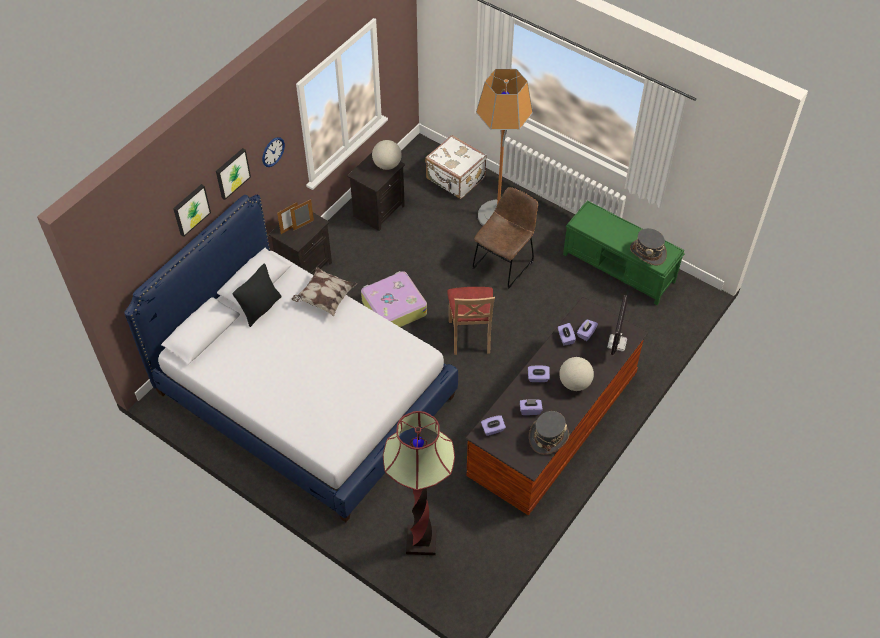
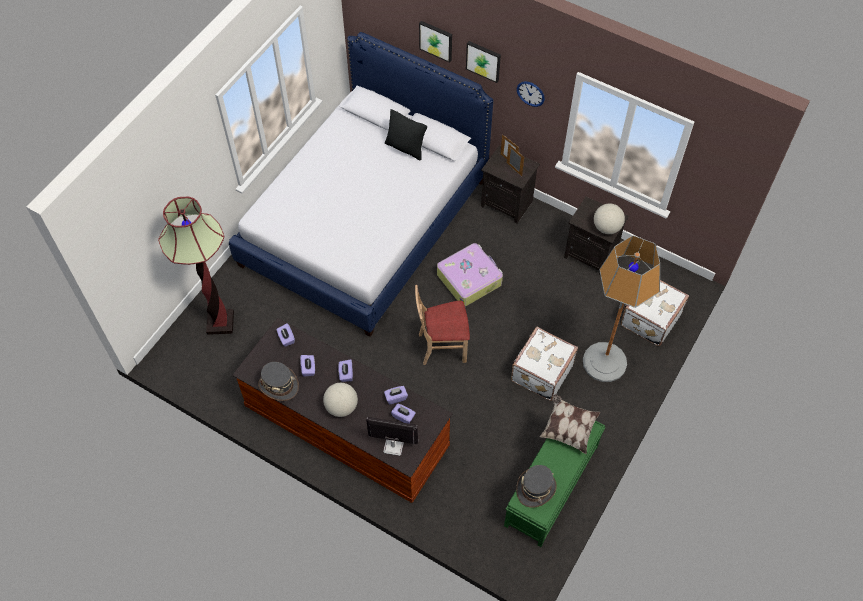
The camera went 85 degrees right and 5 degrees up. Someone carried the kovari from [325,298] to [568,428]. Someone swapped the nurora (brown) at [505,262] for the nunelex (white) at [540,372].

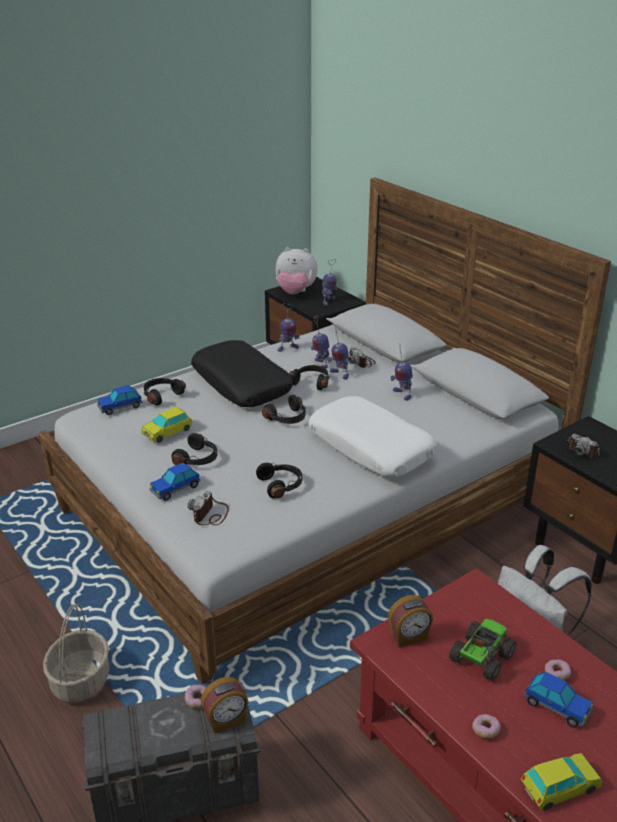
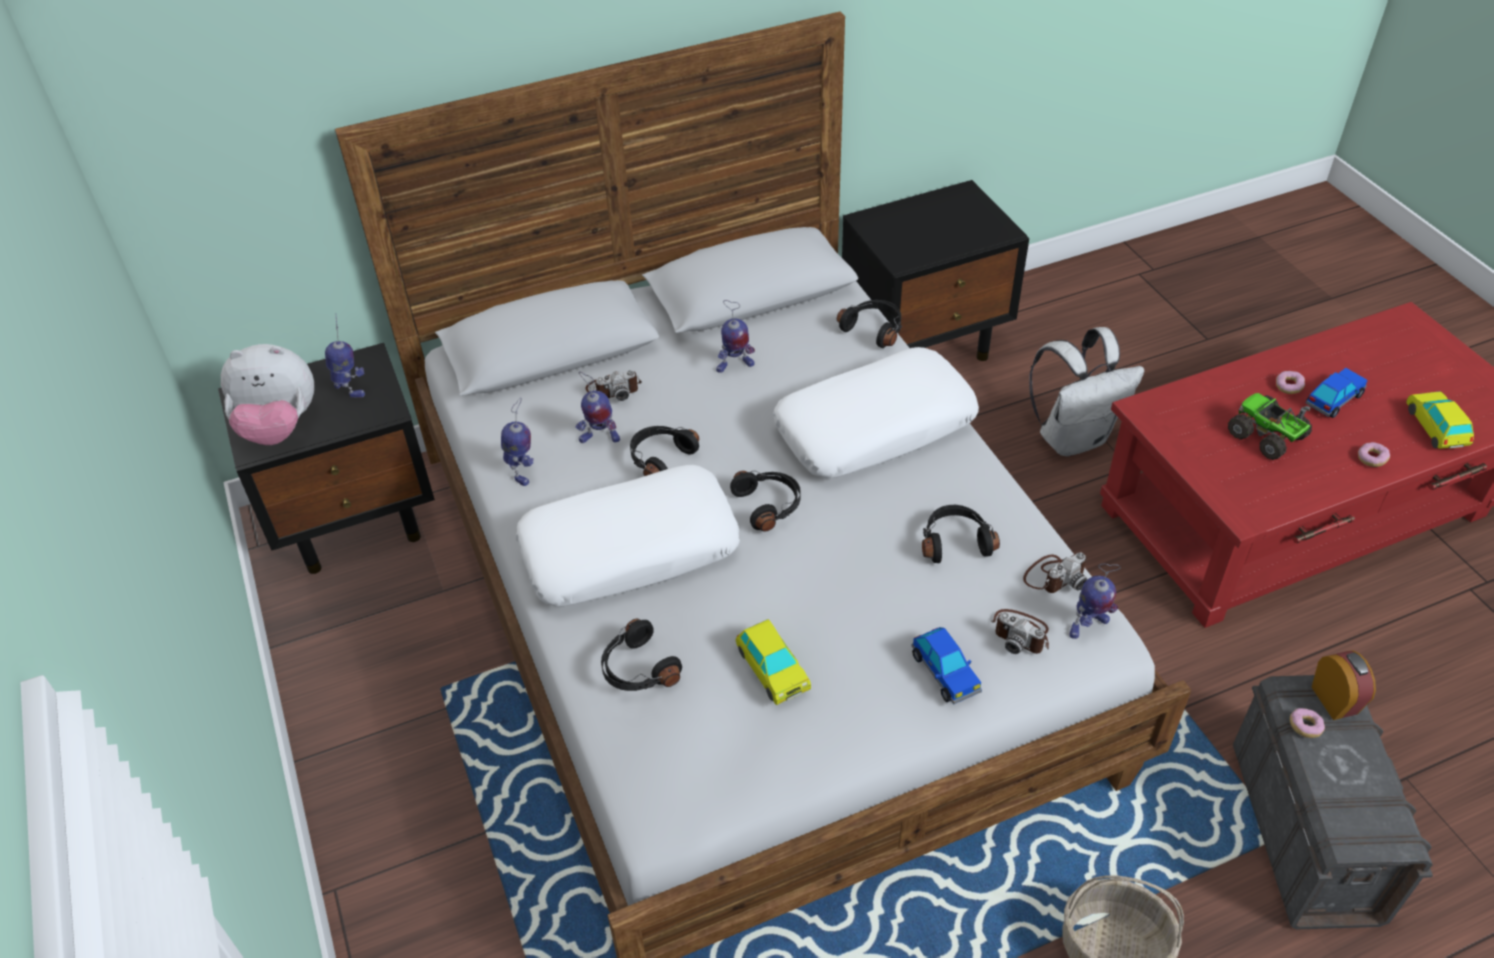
The camera went 75 degrees left and 15 degrees up. Someone took away the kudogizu at [120,407]. Someone took away the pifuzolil at [409,637]. Someone carried the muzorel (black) from [198,459] to [874,329]. Someone carried the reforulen from [339,374] to [1087,626]. Someone carried the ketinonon from [583,450] to [1054,576]. Someone repainted the kovari (black) at [242,384], which became the kovari (white) at [630,549]. Someone rotated the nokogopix at [295,292] by 60 degrees clockwise.

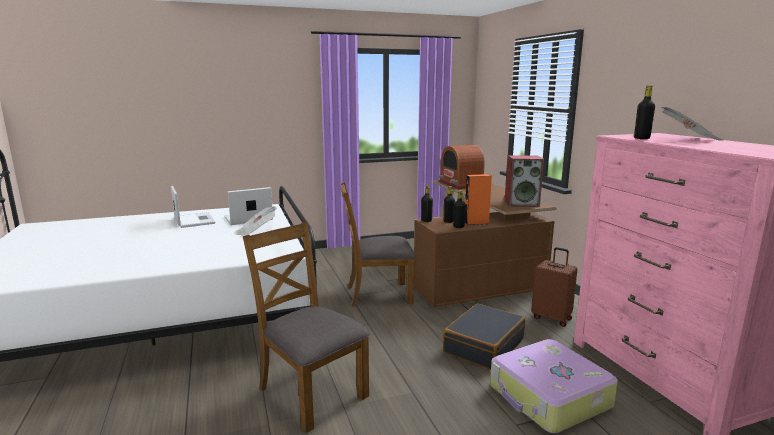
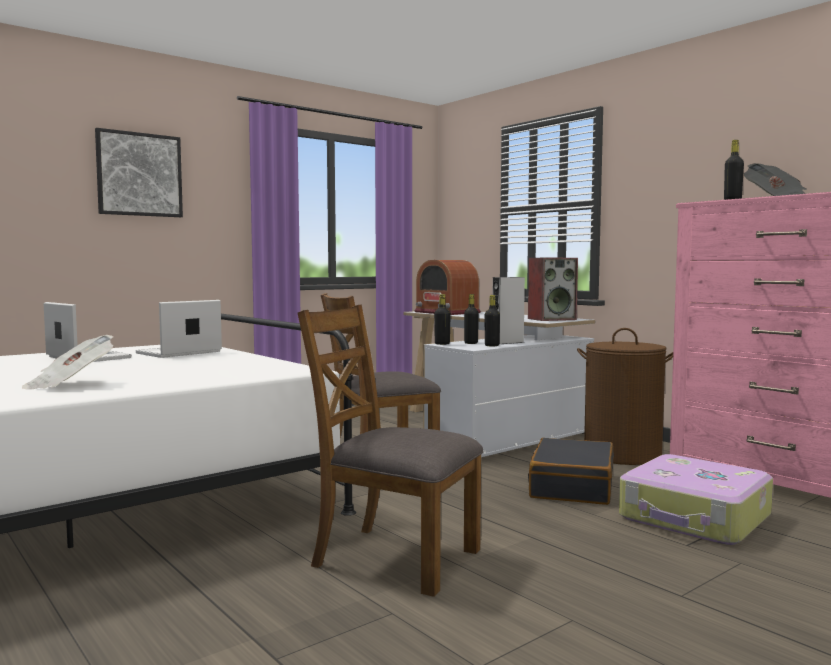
The camera went 20 degrees left and 10 degrees down. Someone put up the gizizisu at [139,174]. Someone carried the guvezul from [256,232] to [70,384]. Someone swapped the nunelex (brown) at [552,318] for the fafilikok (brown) at [622,454]. Someone repainted the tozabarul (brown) at [475,273], which became the tozabarul (white) at [489,427]. Someone repainted the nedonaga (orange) at [476,223], which became the nedonaga (grey) at [507,342].

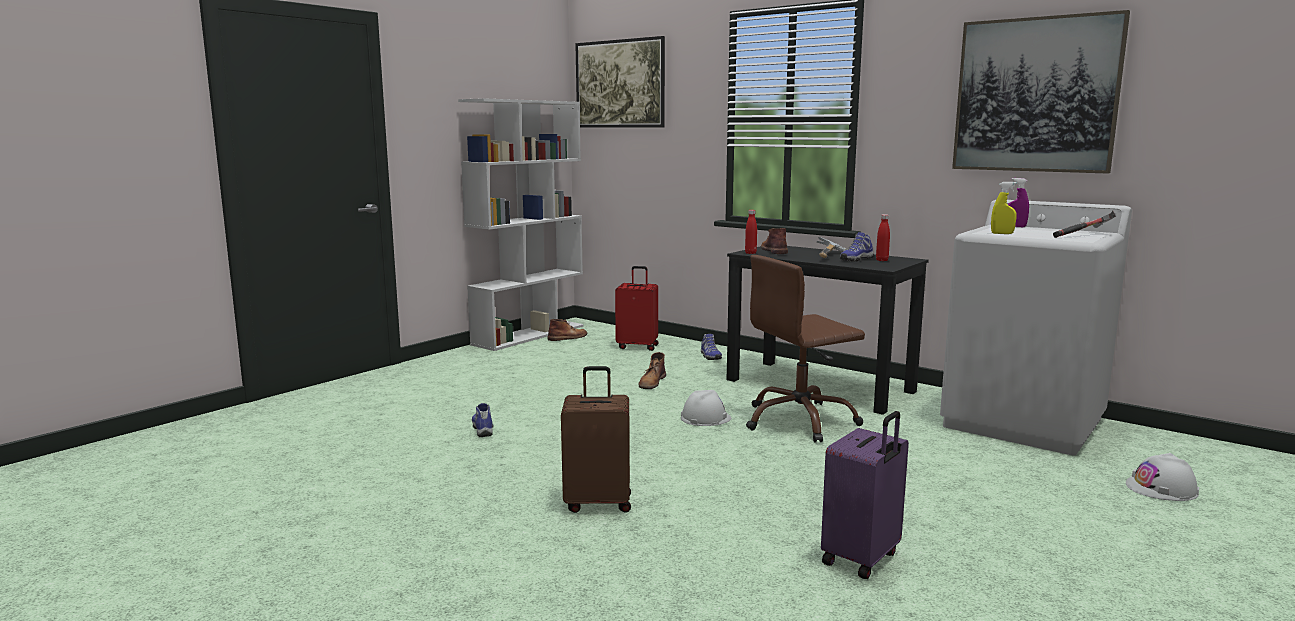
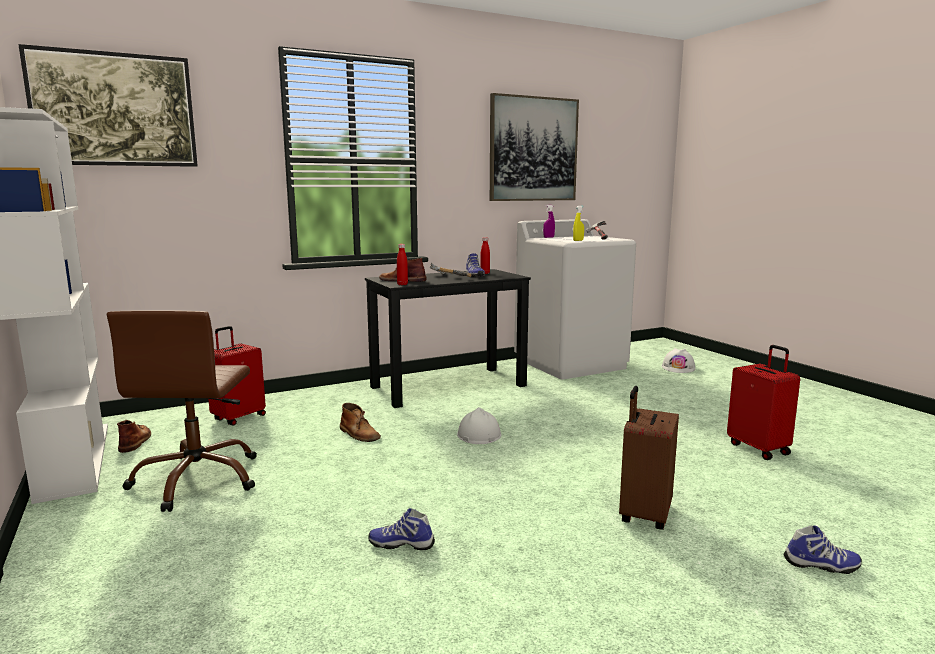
The camera went 65 degrees left and 0 degrees up. Someone carried the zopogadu from [709,356] to [821,566]. Someone carried the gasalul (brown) from [800,421] to [198,479]. Someone repainted the nunelex (purple) at [862,559], which became the nunelex (red) at [759,448].

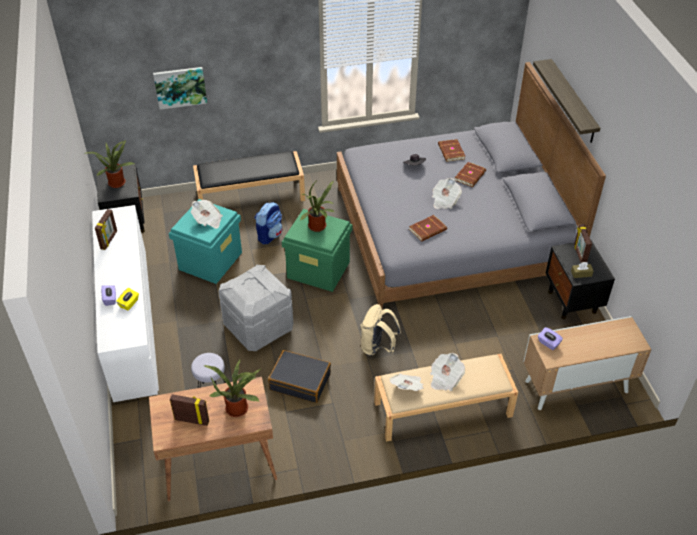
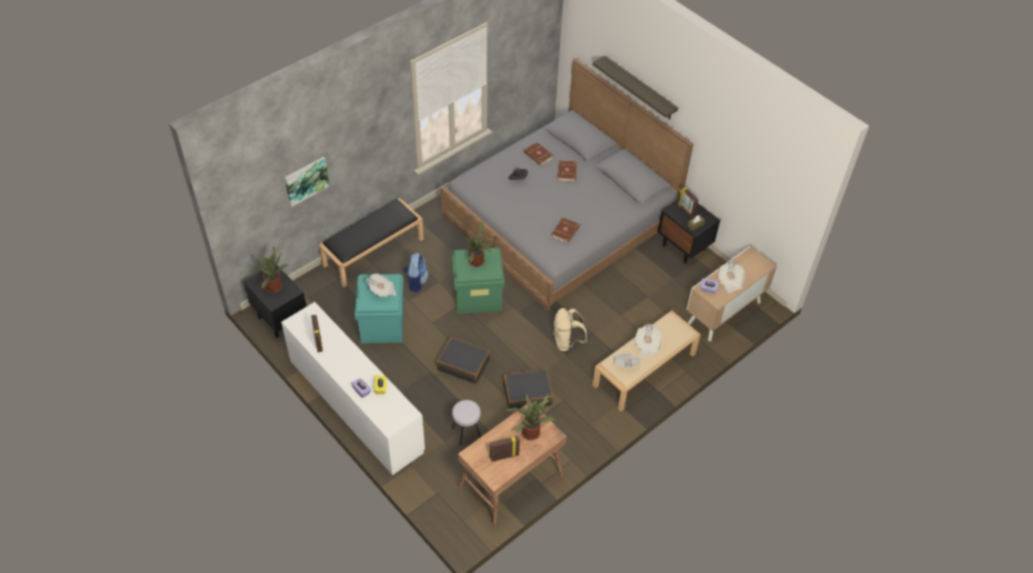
The camera went 30 degrees left and 5 degrees up. Someone carried the guvezul from [444,200] to [730,282]. Someone swapped the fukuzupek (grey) at [258,327] for the nunelex (black) at [463,364].

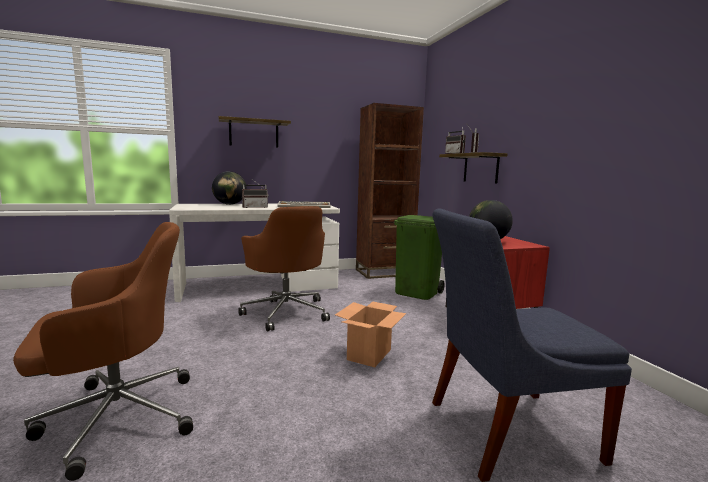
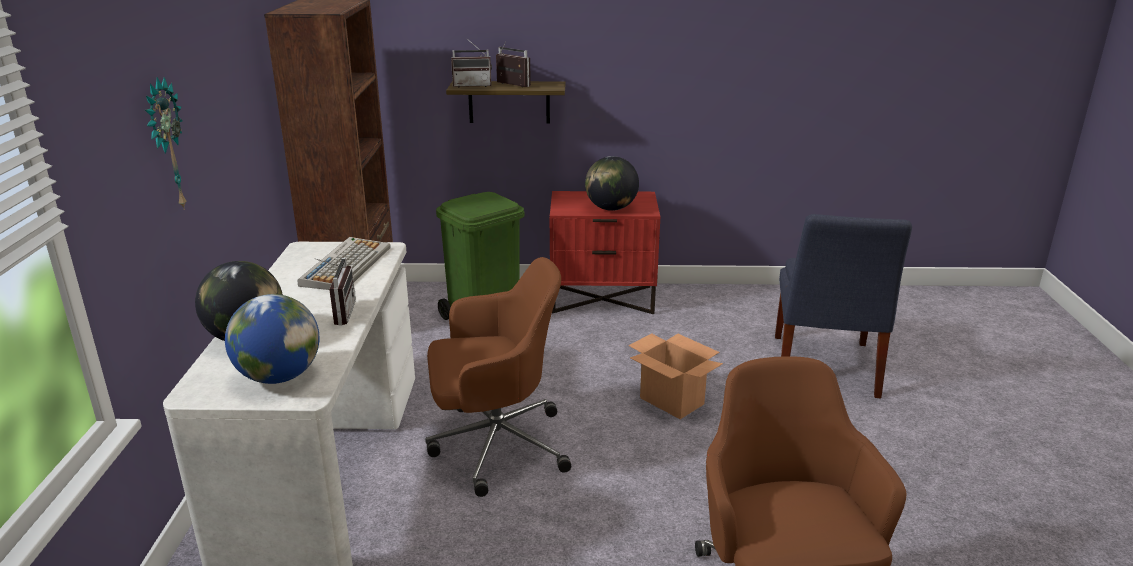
The camera went 70 degrees left and 15 degrees up. Someone put down the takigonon at [279,377]. Someone swapped the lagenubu at [254,133] for the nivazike at [165,145].

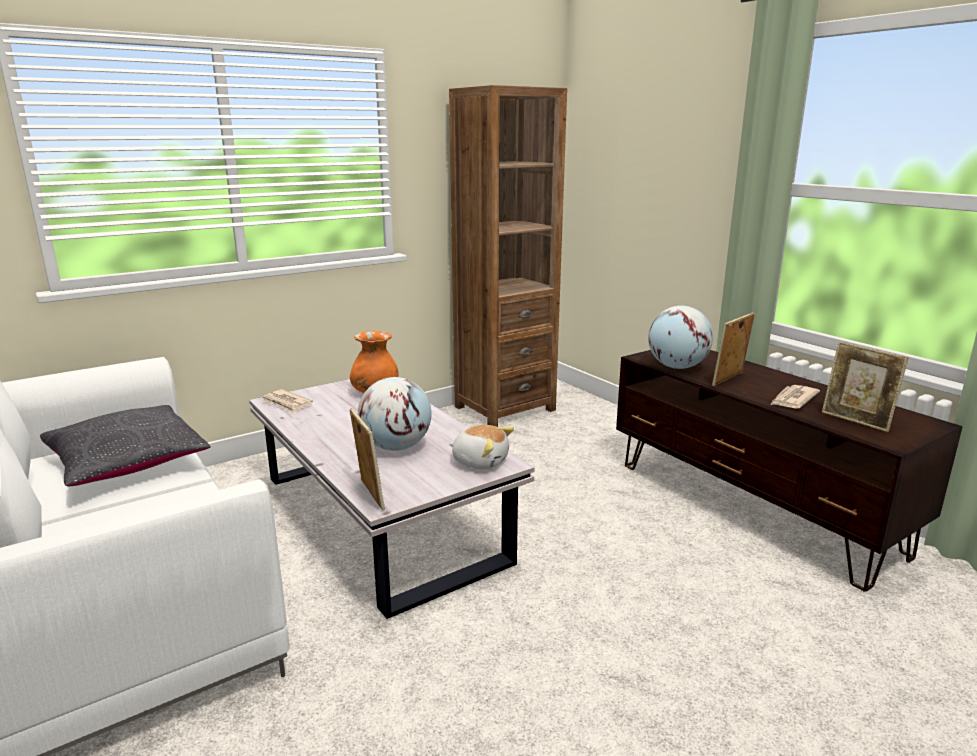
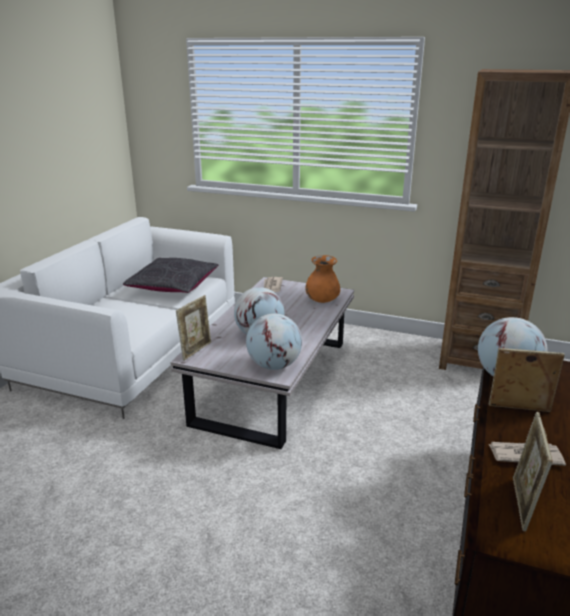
The camera went 55 degrees right and 5 degrees up. Someone swapped the nokogopix at [480,461] for the takigonon at [274,366].

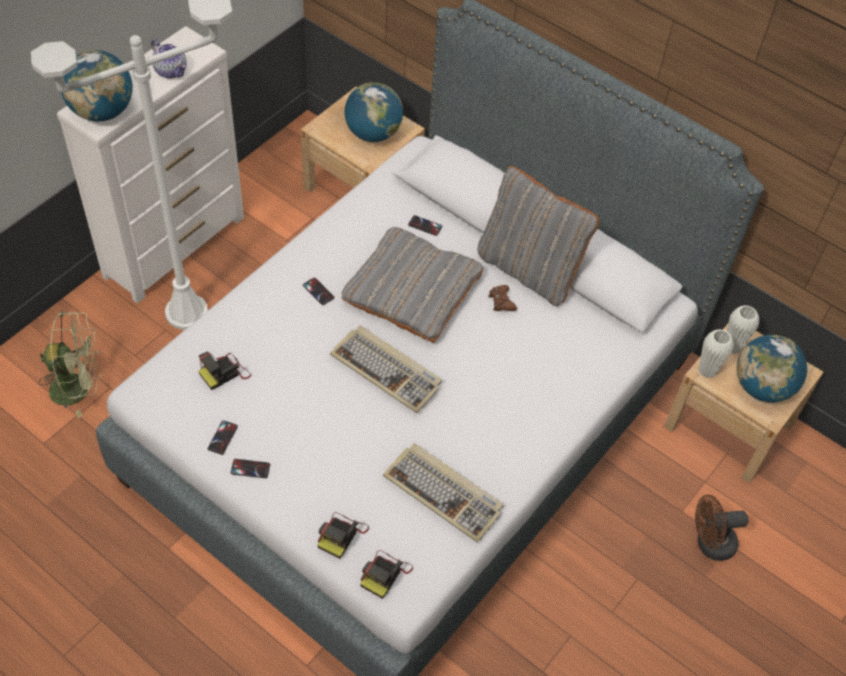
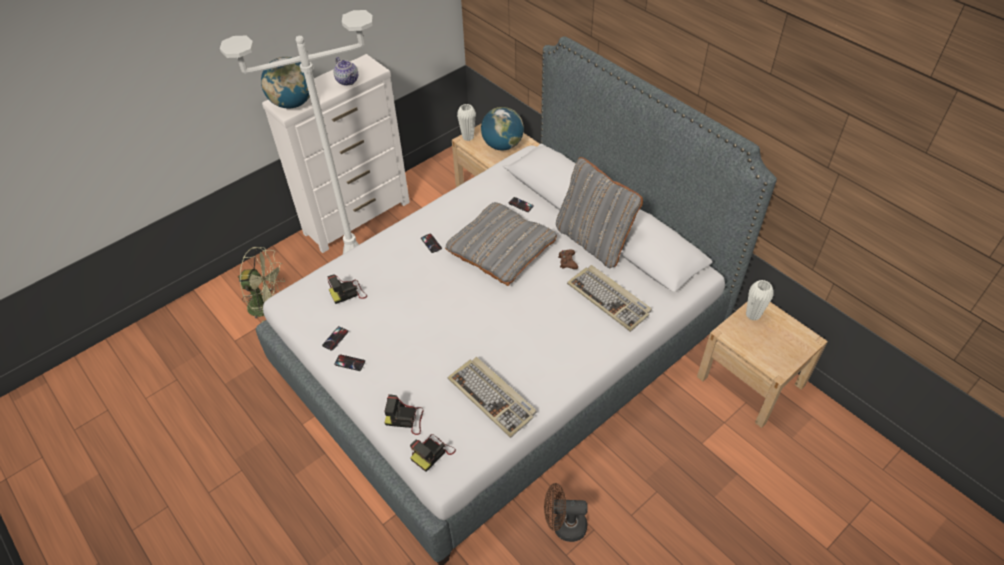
The camera went 15 degrees right and 5 degrees down. Someone took away the takigonon at [762,387]. Someone carried the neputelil from [387,371] to [609,299]. Someone carried the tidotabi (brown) from [709,544] to [564,526]. Someone carried the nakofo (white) from [707,370] to [468,137]. Someone rotated the ketinonon at [341,535] by 60 degrees clockwise.

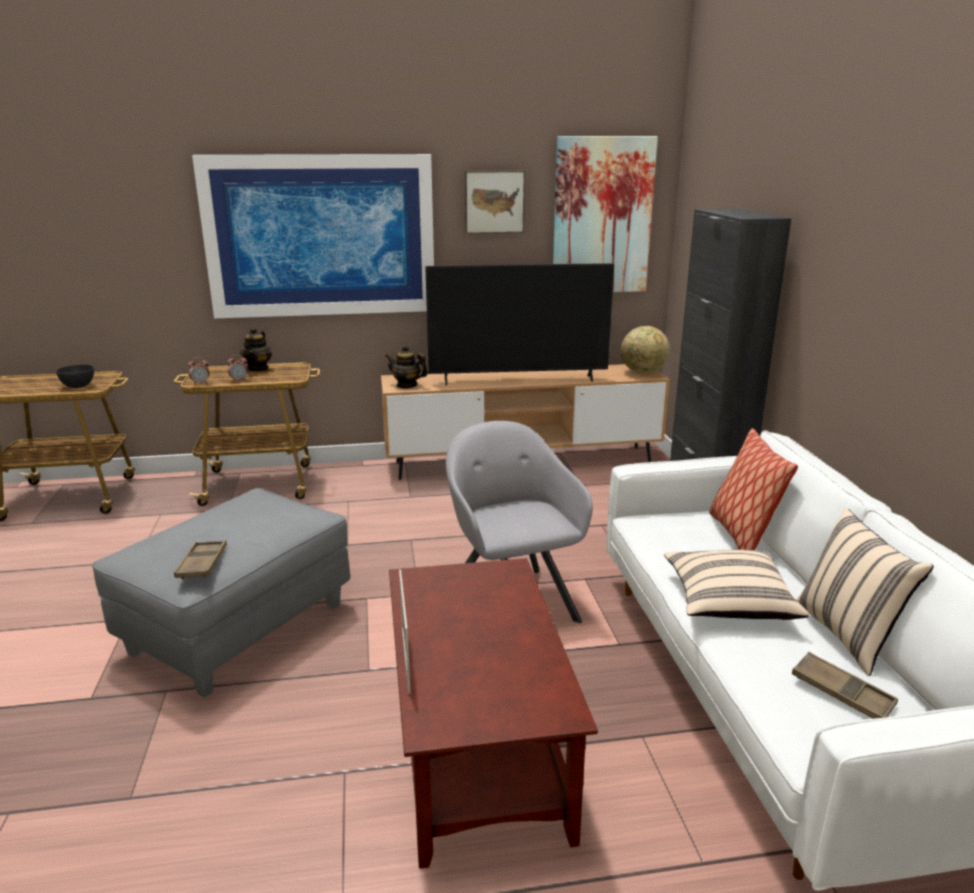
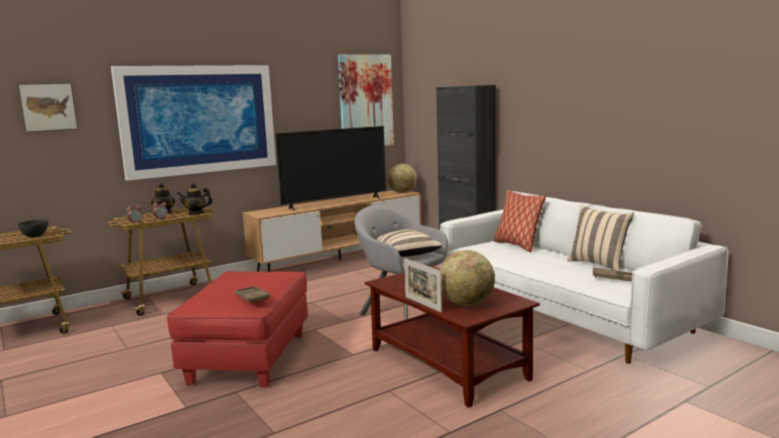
The camera went 25 degrees left and 10 degrees down. Someone put down the takigonon at [467,304]. Someone carried the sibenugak from [407,385] to [196,213]. Someone carried the gizizisu from [494,202] to [48,107]. Someone carried the kovari (beige) from [728,603] to [404,254]. Someone repainted the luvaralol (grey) at [239,629], which became the luvaralol (red) at [249,358].

